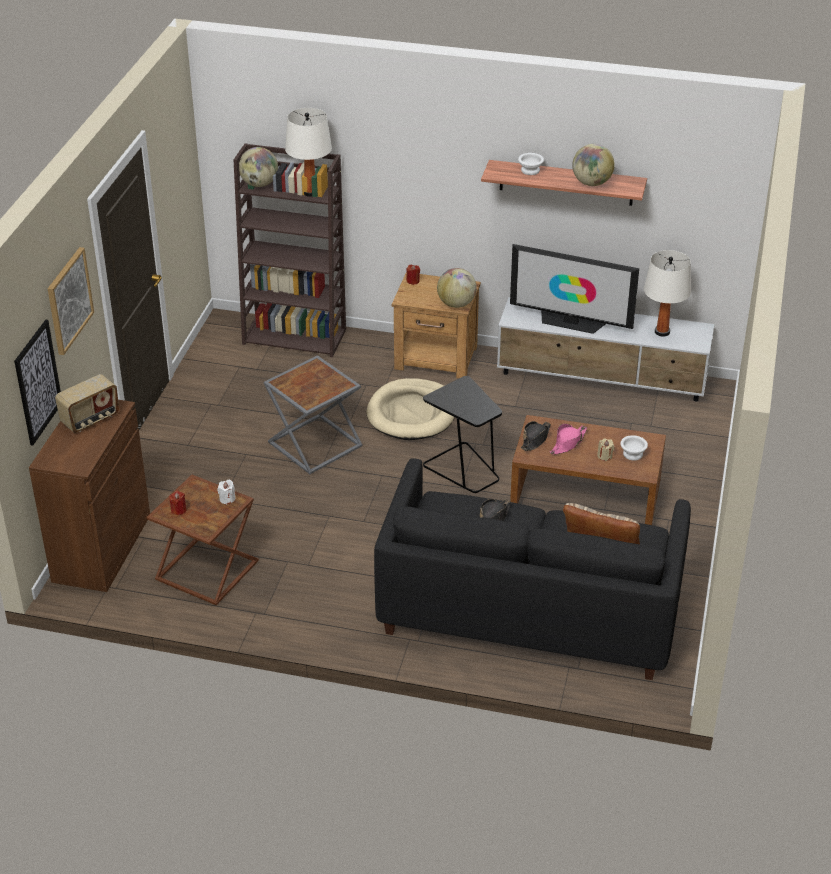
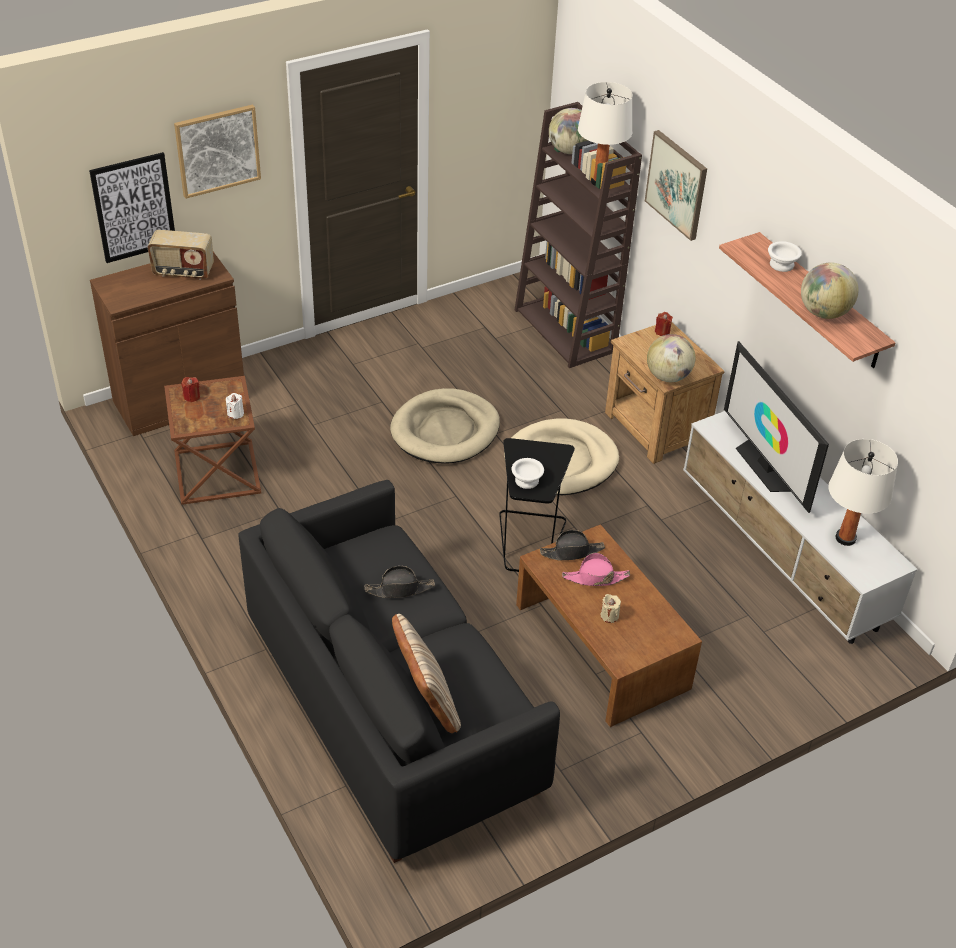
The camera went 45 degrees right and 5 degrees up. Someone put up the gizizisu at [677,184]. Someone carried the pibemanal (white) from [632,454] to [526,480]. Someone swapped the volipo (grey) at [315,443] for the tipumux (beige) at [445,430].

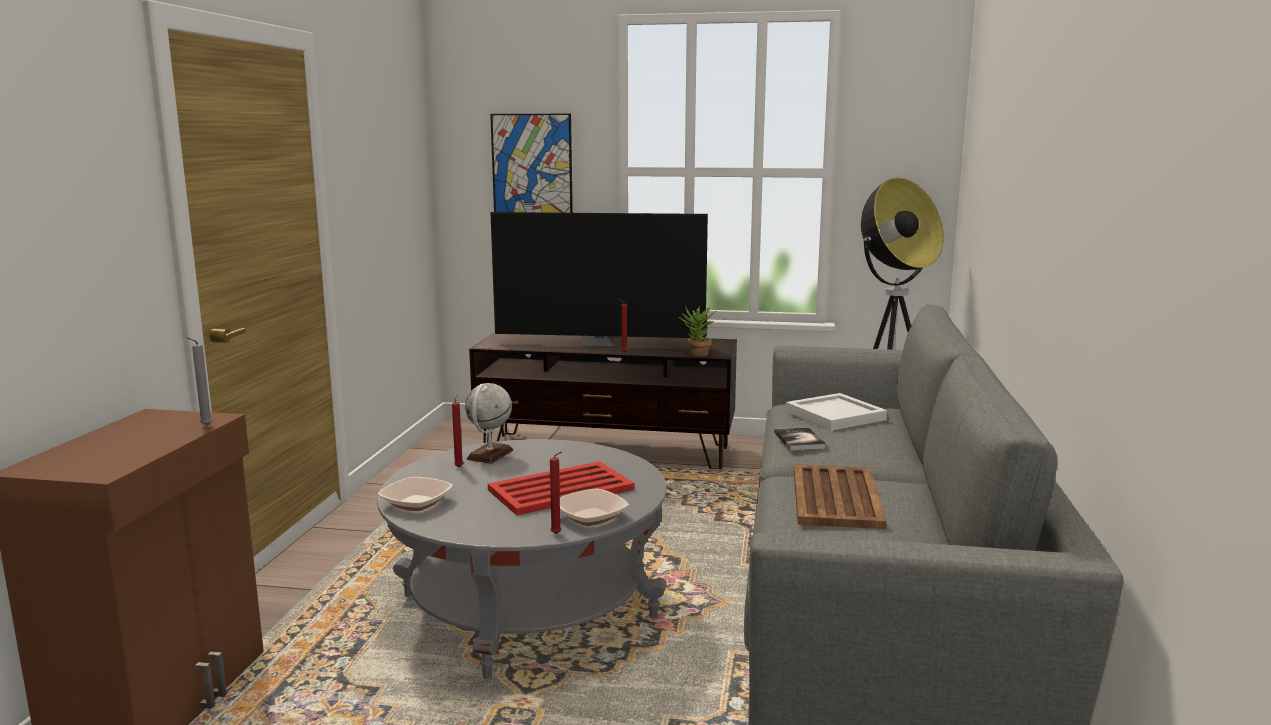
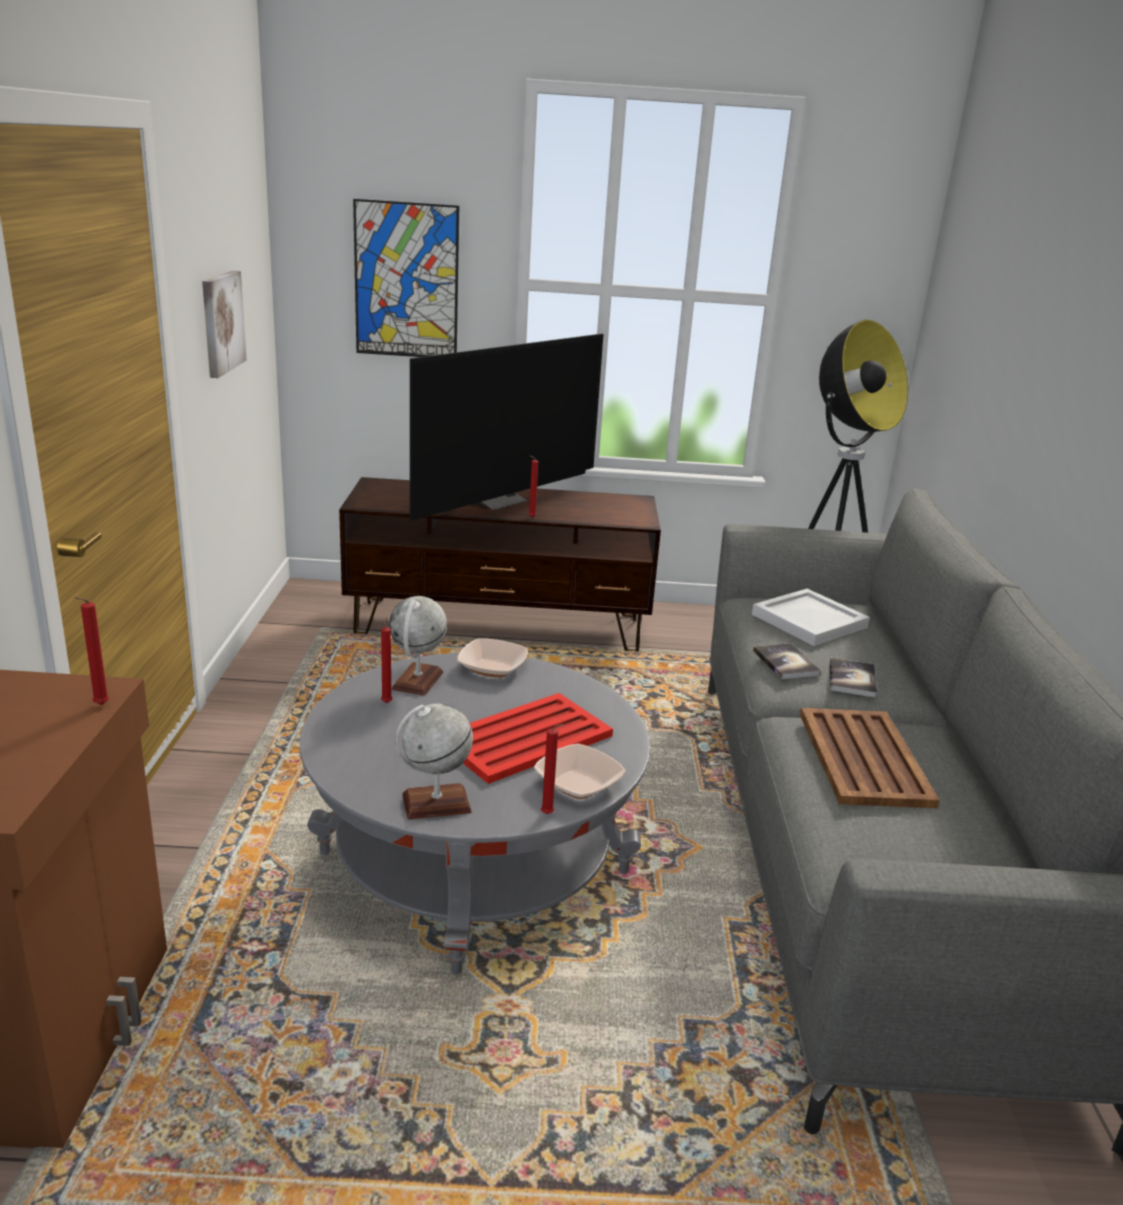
The camera went 10 degrees left and 10 degrees up. Someone took away the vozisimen at [697,355]. Someone put up the gizizisu at [221,322]. Someone put down the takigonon at [436,803]. Someone put down the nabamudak at [852,679]. Someone carried the pibemanal from [416,503] to [492,668]. Someone repainted the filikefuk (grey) at [204,426], which became the filikefuk (red) at [99,705]. Someone rotated the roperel at [602,343] by 45 degrees counterclockwise.

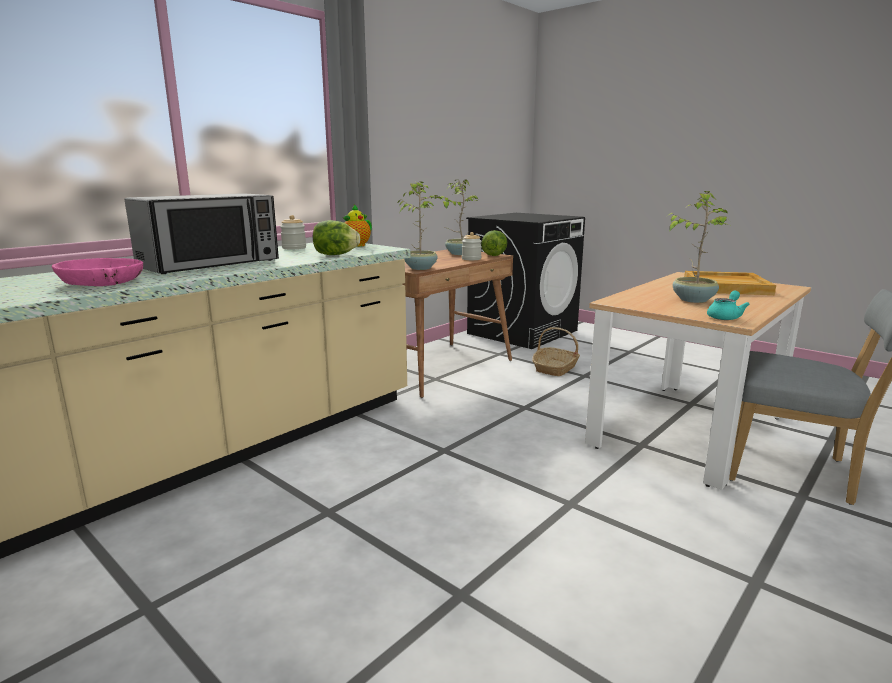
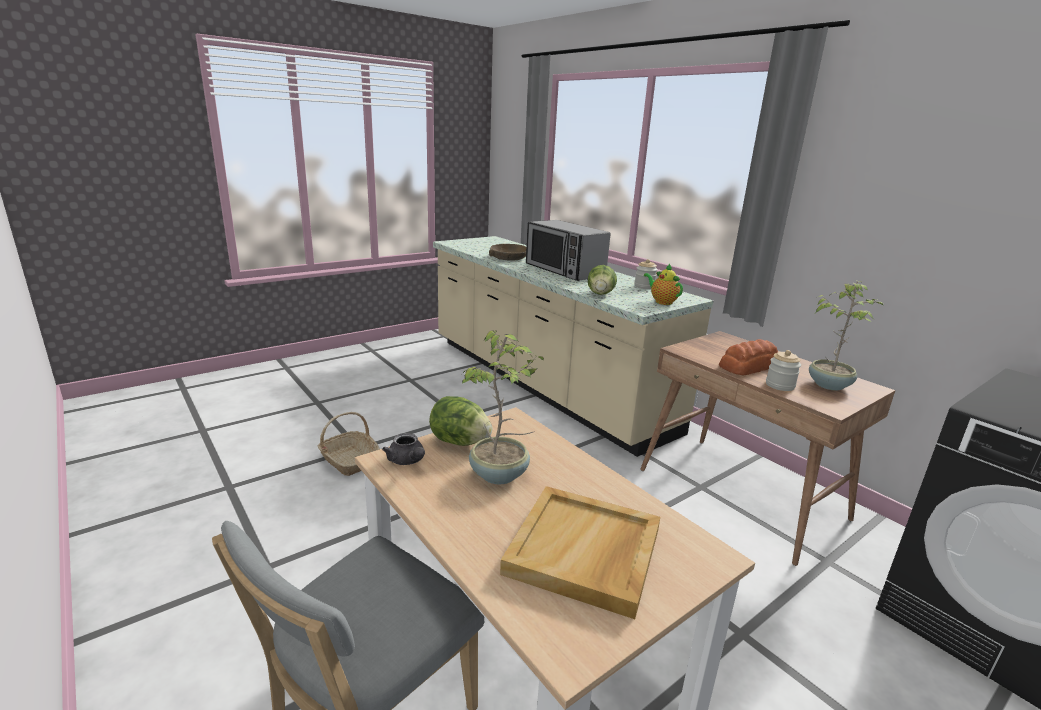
The camera went 100 degrees right and 5 degrees up. Someone took away the vozisimen at [421,268]. Someone put down the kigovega at [749,366]. Someone carried the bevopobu from [494,255] to [459,442]. Someone carried the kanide from [555,368] to [349,460]. Someone repainted the pibemanal (pink) at [102,283], which became the pibemanal (brown) at [509,258]. Someone repainted the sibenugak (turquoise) at [725,317], which became the sibenugak (grey) at [407,461].

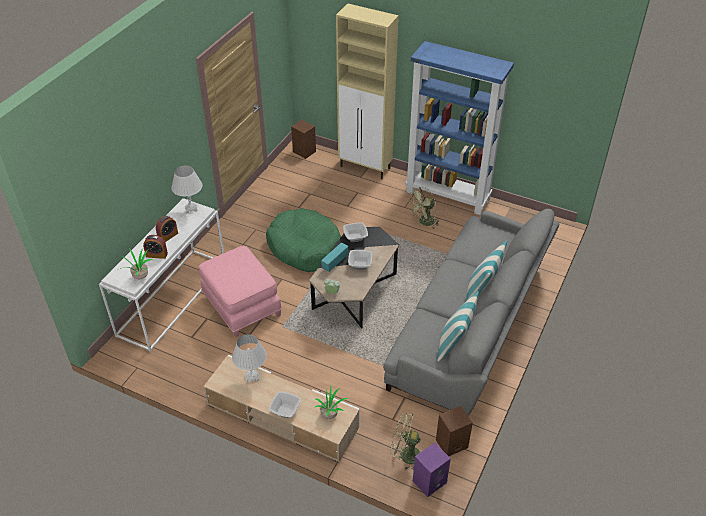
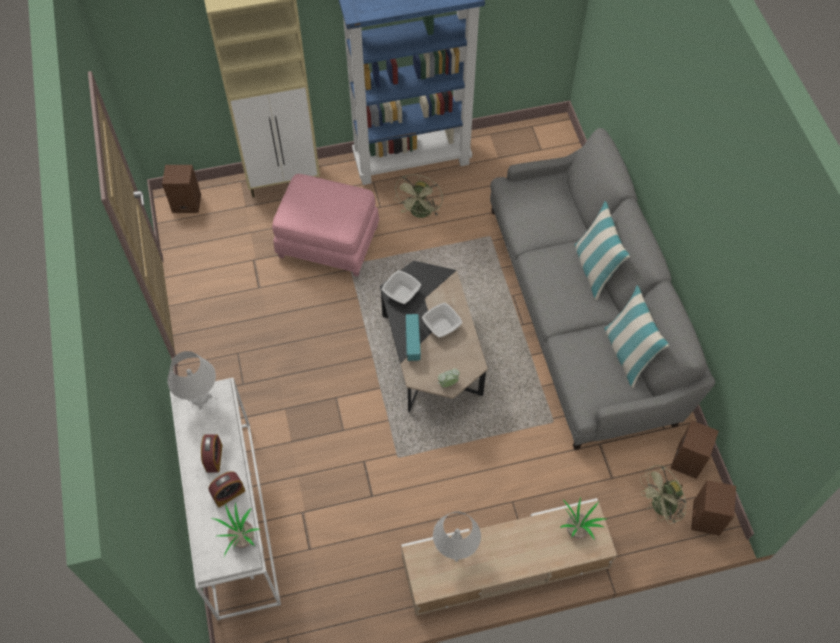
The camera went 40 degrees left and 15 degrees up. Someone took away the tipumux (green) at [305,247]. Someone took away the pibemanal at [285,410]. Someone carried the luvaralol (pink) from [241,306] to [328,243]. Someone repainted the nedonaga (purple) at [429,481], which became the nedonaga (brown) at [705,516].

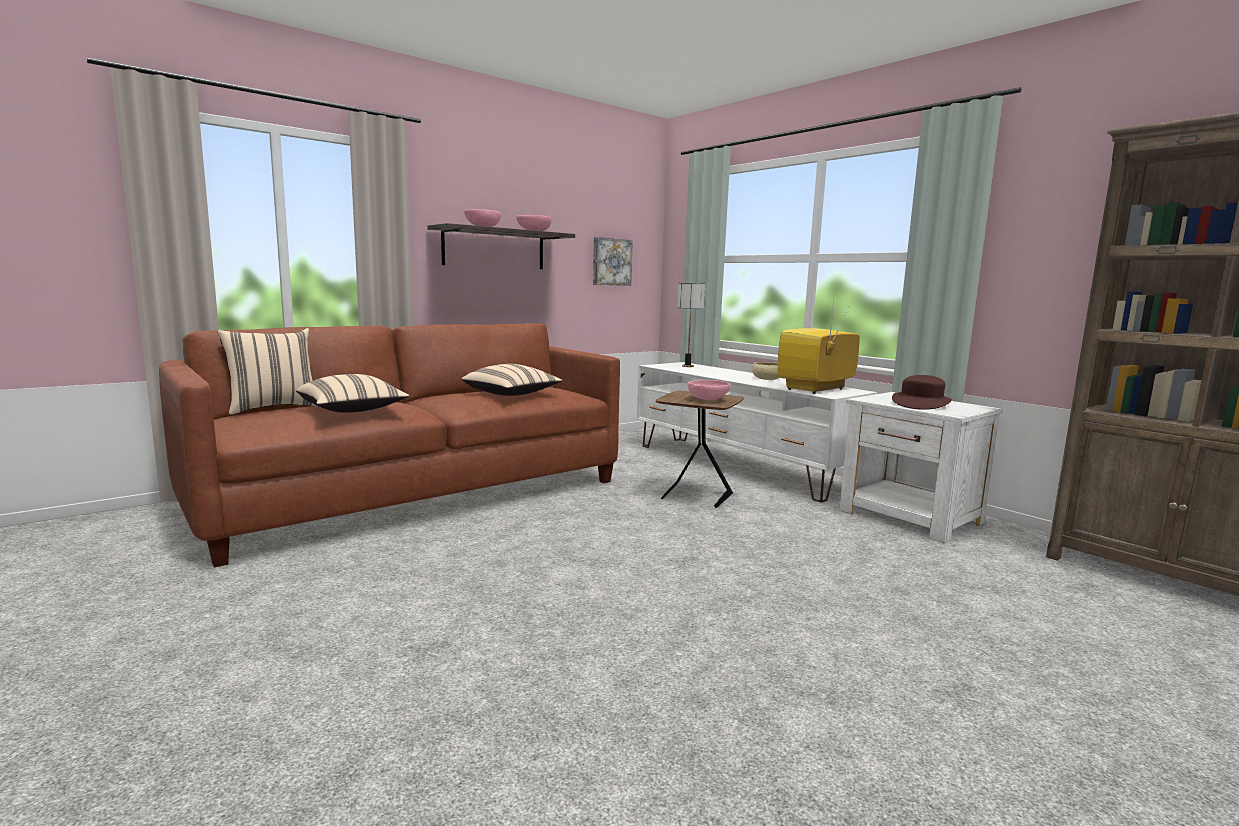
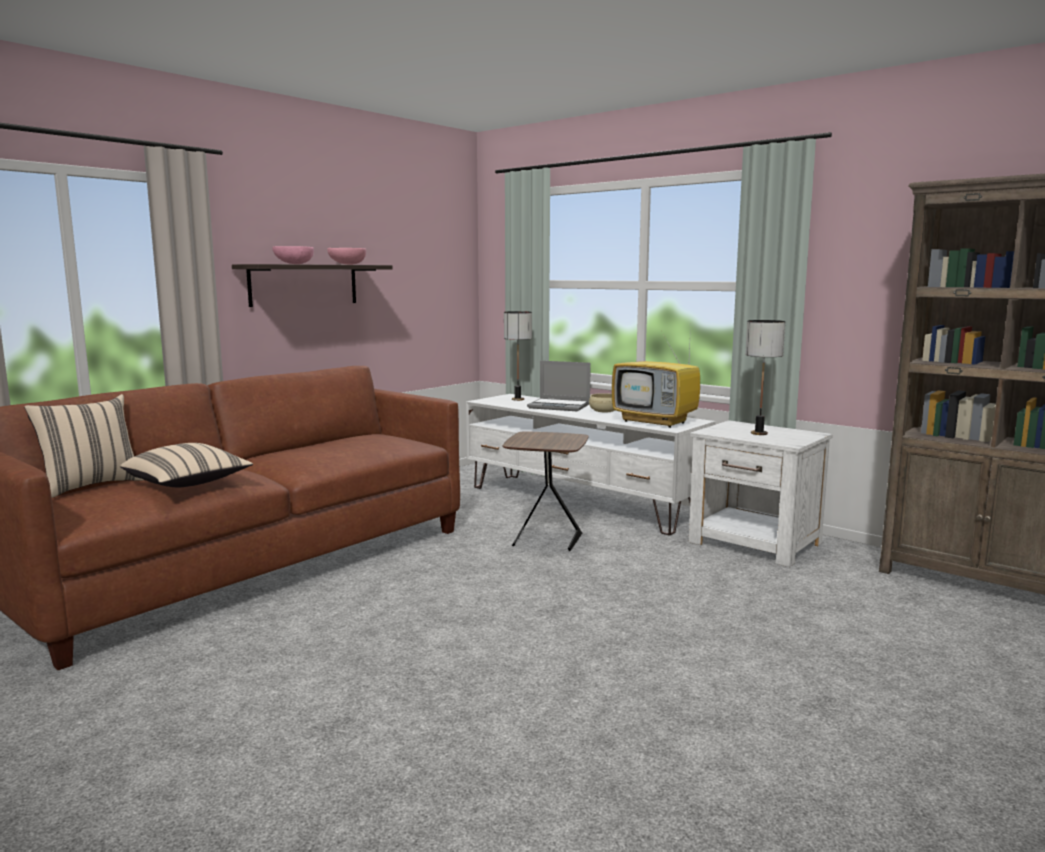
The camera went 10 degrees left and 0 degrees up. Someone took away the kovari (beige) at [512,394]. Someone took away the gizizisu at [611,262]. Someone took away the pibemanal (pink) at [708,400]. Someone put down the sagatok at [560,406]. Someone swapped the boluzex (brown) at [921,403] for the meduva at [759,433]. Someone rotated the roperel at [815,389] by 90 degrees counterclockwise.

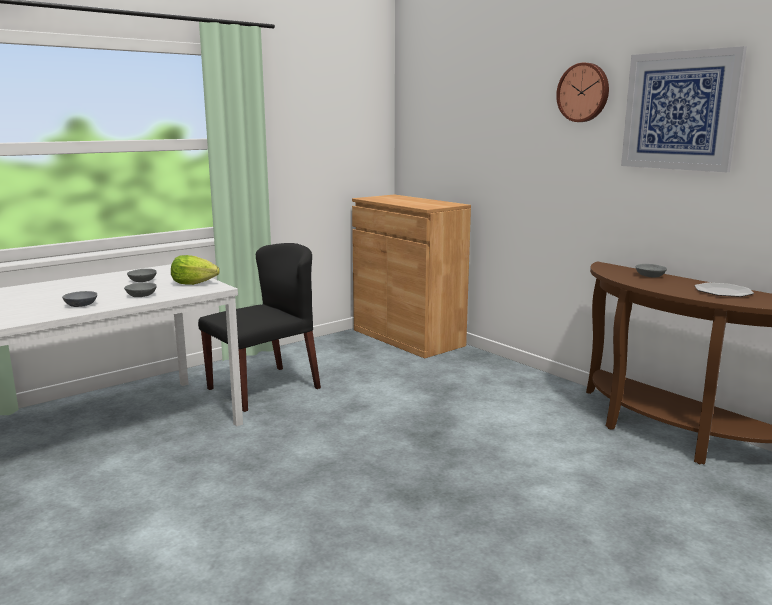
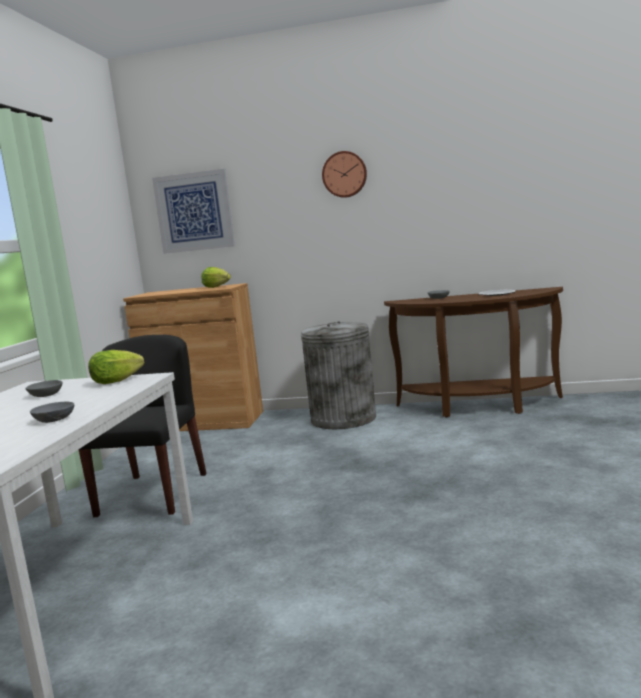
The camera went 40 degrees left and 5 degrees down. Someone took away the pibemanal (grey) at [142,296]. Someone put down the bevopobu at [216,287]. Someone put down the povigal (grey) at [343,419]. Someone carried the gizizisu from [680,111] to [194,212].

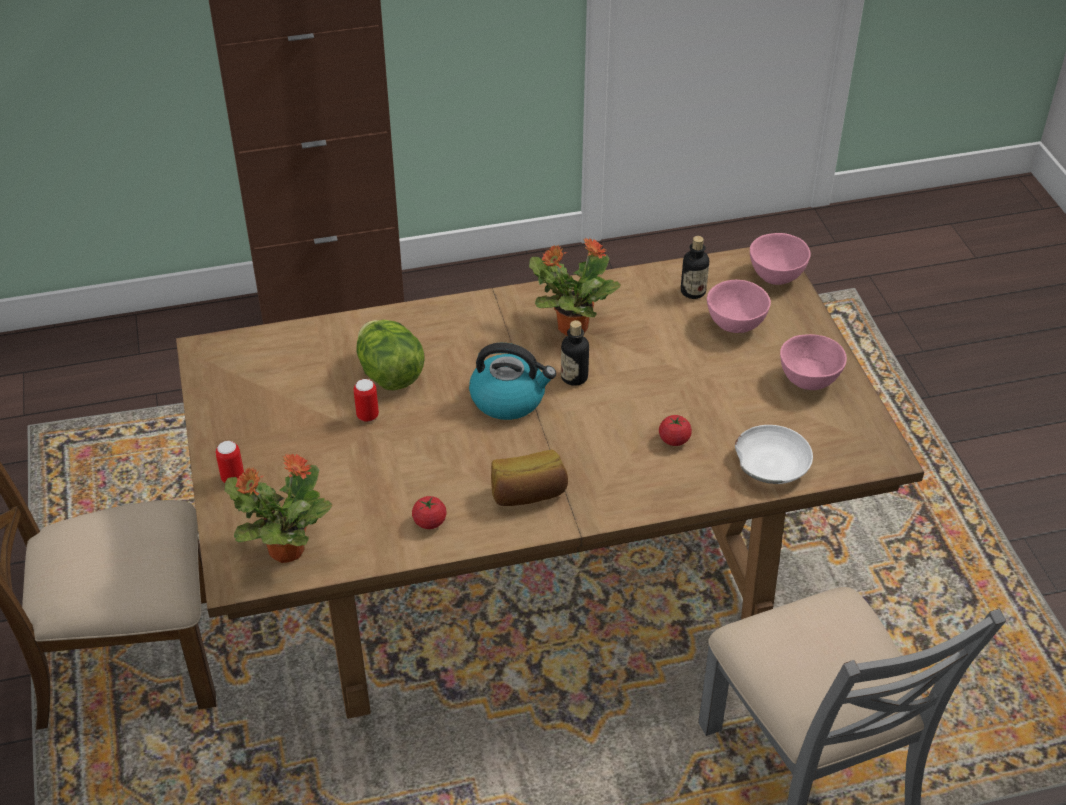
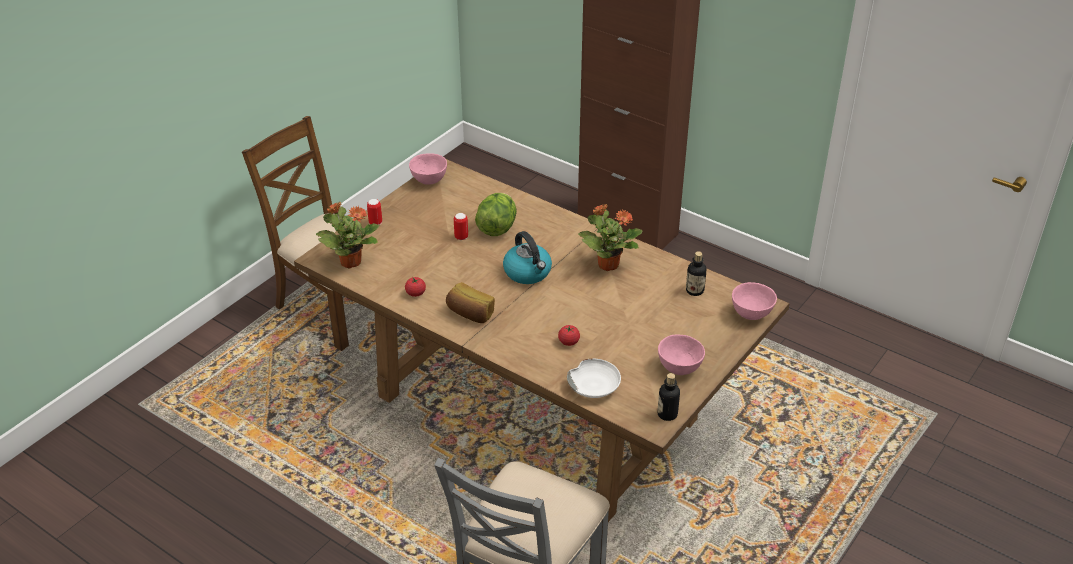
The camera went 50 degrees right and 5 degrees down. Someone carried the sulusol from [574,377] to [667,414]. Someone carried the pibemanal (pink) from [736,325] to [429,181].

